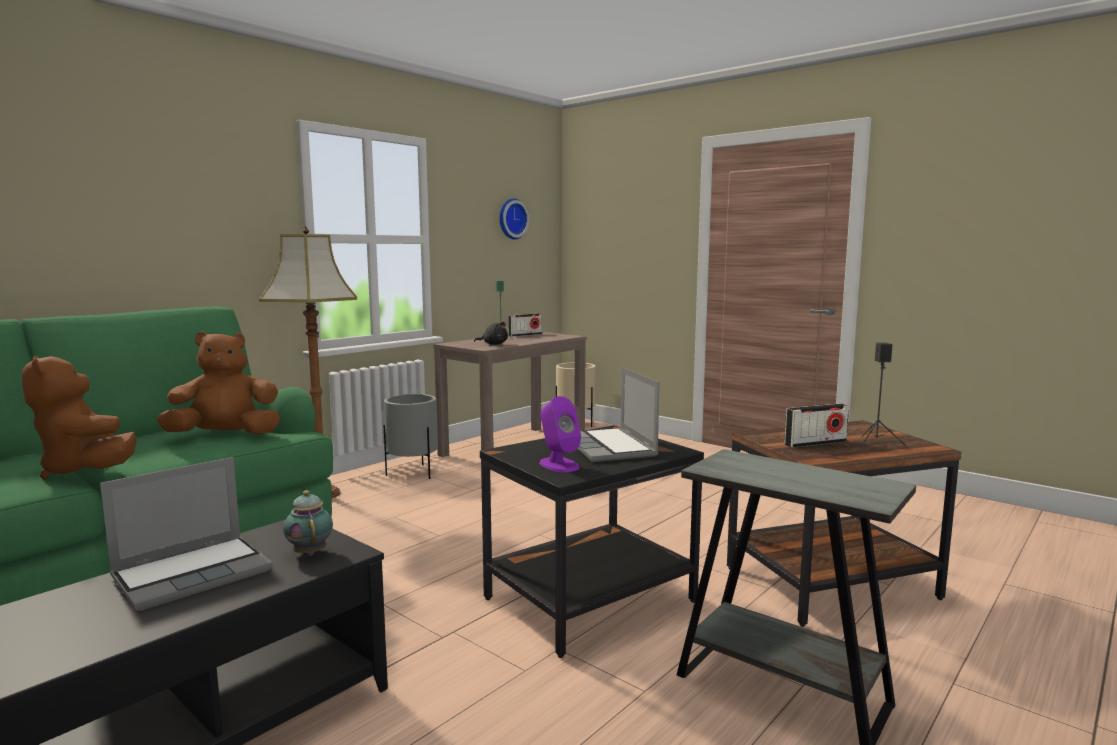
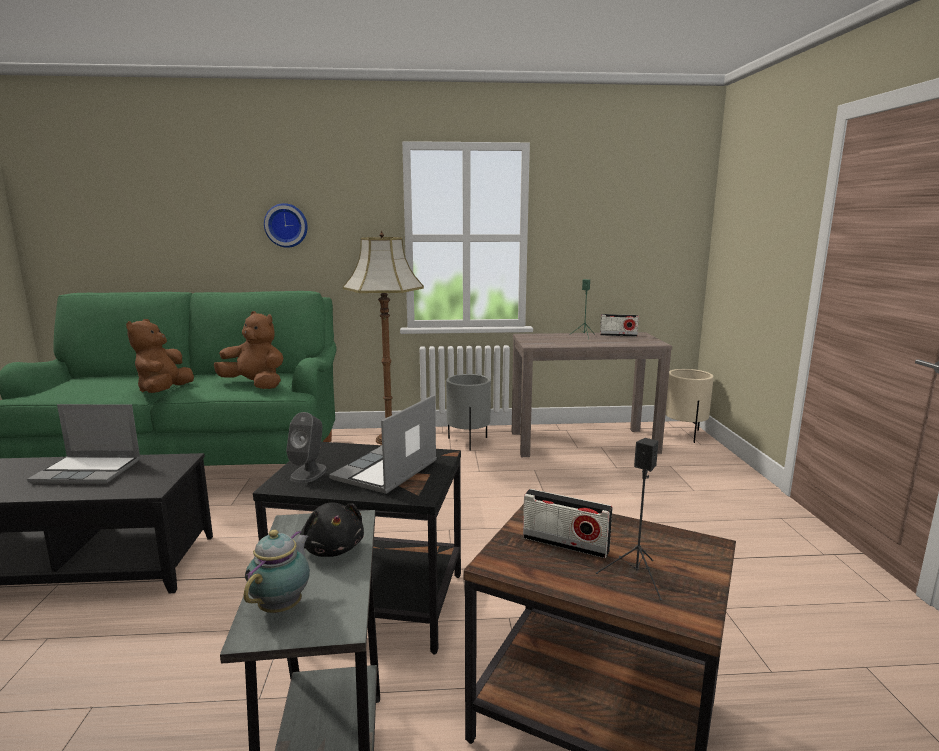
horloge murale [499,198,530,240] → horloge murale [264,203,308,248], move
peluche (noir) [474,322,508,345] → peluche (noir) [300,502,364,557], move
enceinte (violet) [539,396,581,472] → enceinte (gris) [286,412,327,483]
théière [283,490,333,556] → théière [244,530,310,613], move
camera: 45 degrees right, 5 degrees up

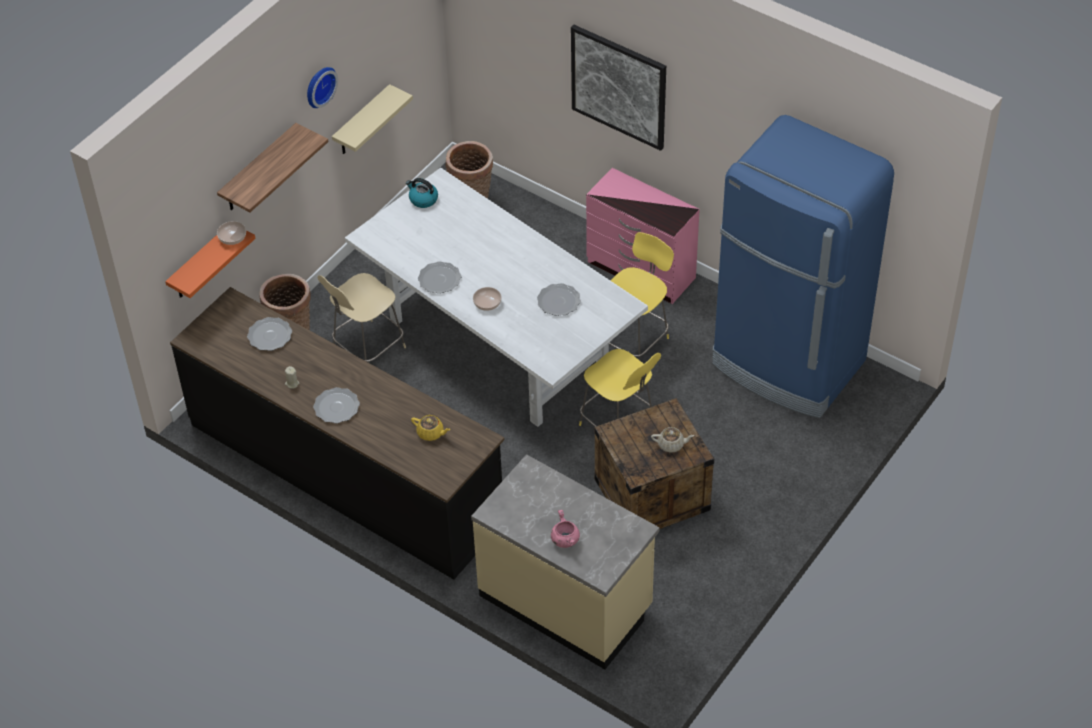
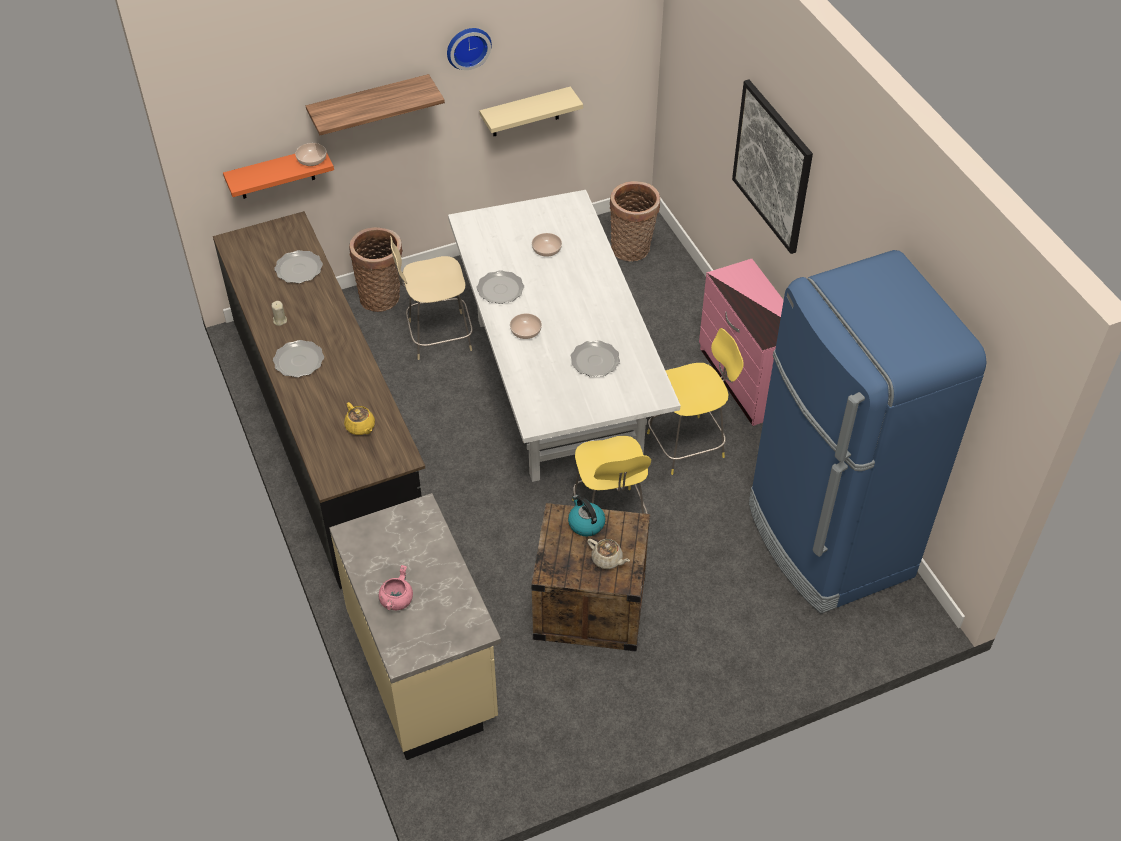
bouilloire [406,178,438,208] → bouilloire [568,495,605,537], move
- → bol [532,233,562,257]
camera: 30 degrees right, 0 degrees up

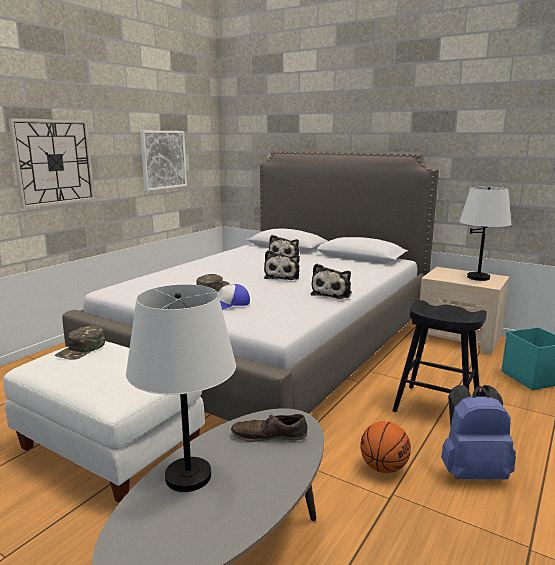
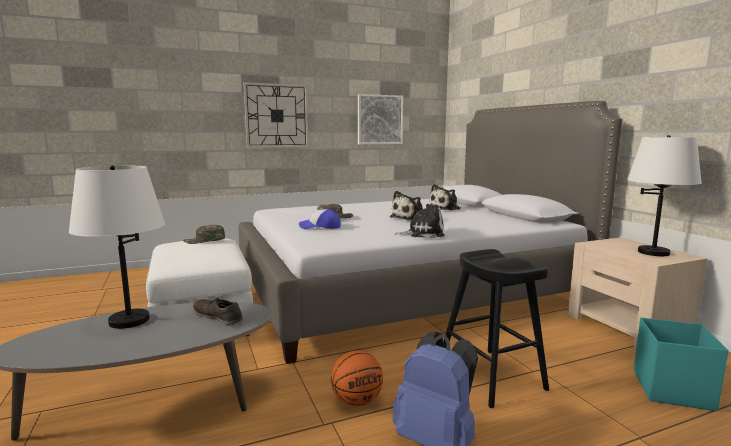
peluche [311,264,352,299] → peluche [395,204,445,238], 150 degrees counterclockwise
camera: 35 degrees right, 5 degrees down

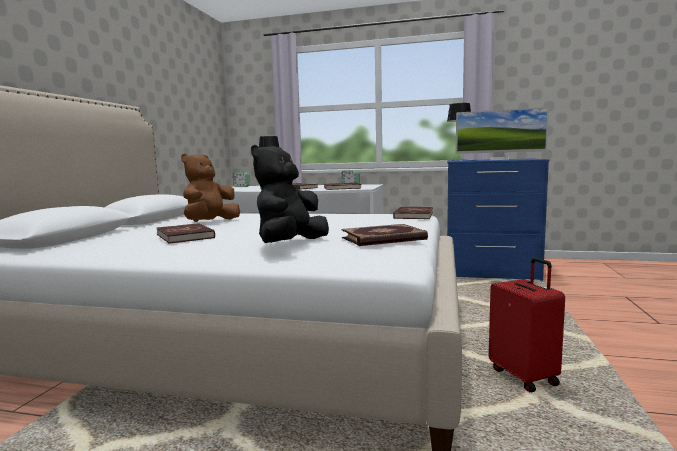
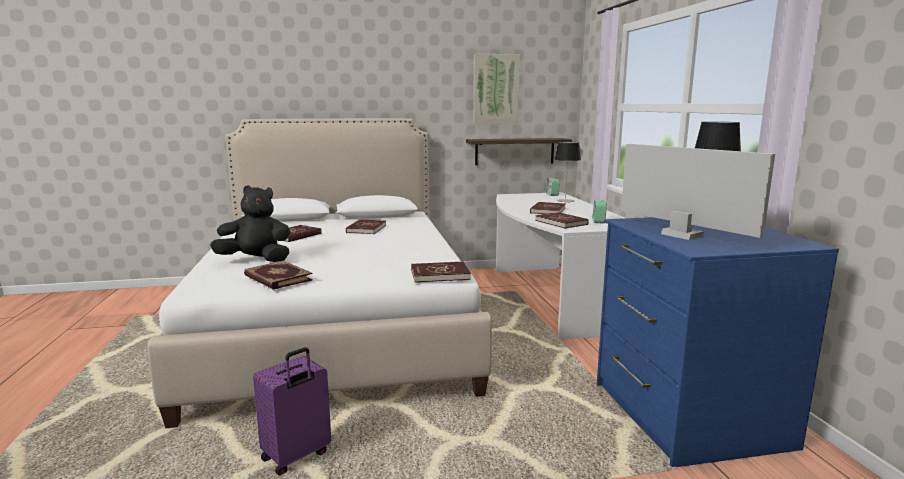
écran d'ordinateur [456,107,549,160] → écran d'ordinateur [621,144,775,240], 150 degrees clockwise
peluche (marron) [181,154,240,222] → livre (rouge) [346,220,386,234]
valise (rouge) [489,258,565,393] → valise (violet) [253,347,331,475]
- → tableau [473,54,520,124]
- → étagère [466,138,572,165]
camera: 65 degrees right, 5 degrees up

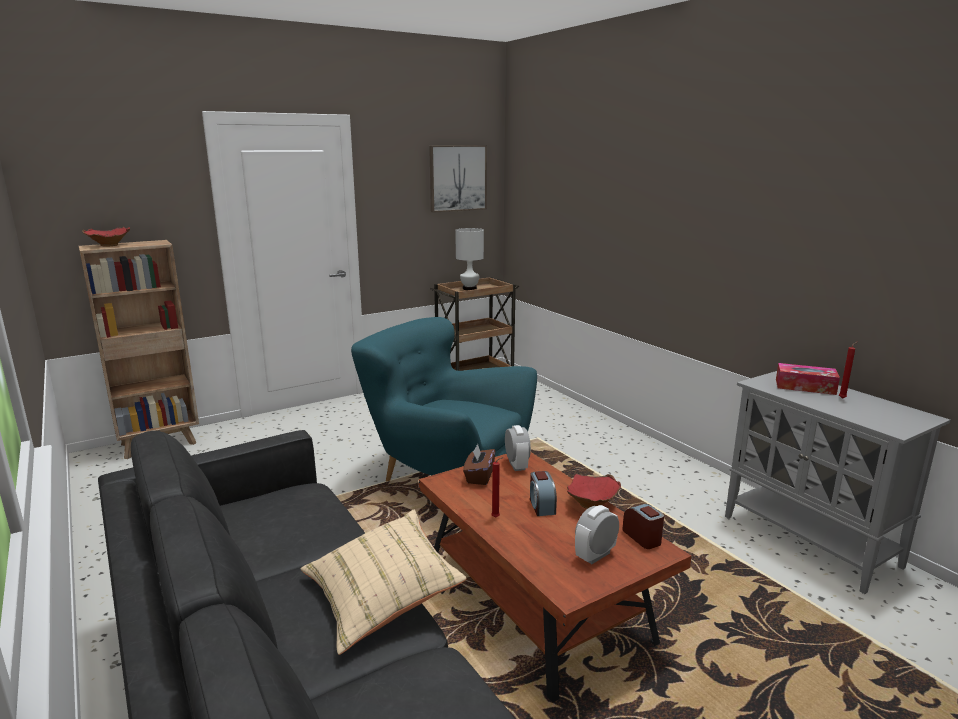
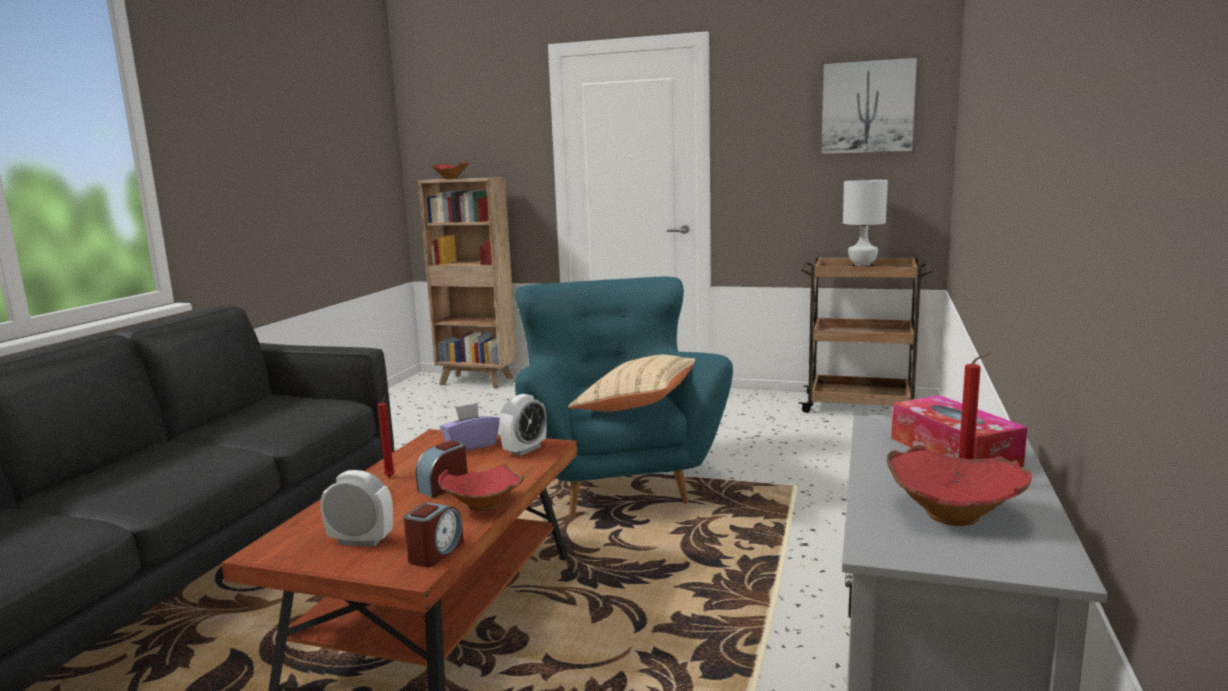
boîte à mouchoirs (marron) [463,444,496,485] → boîte à mouchoirs (violet) [440,403,499,451]
coussin (beige) [300,510,467,655] → coussin (beige) [568,355,695,412], move
- → bol (rouge) [887,445,1032,526]
camera: 50 degrees right, 5 degrees down

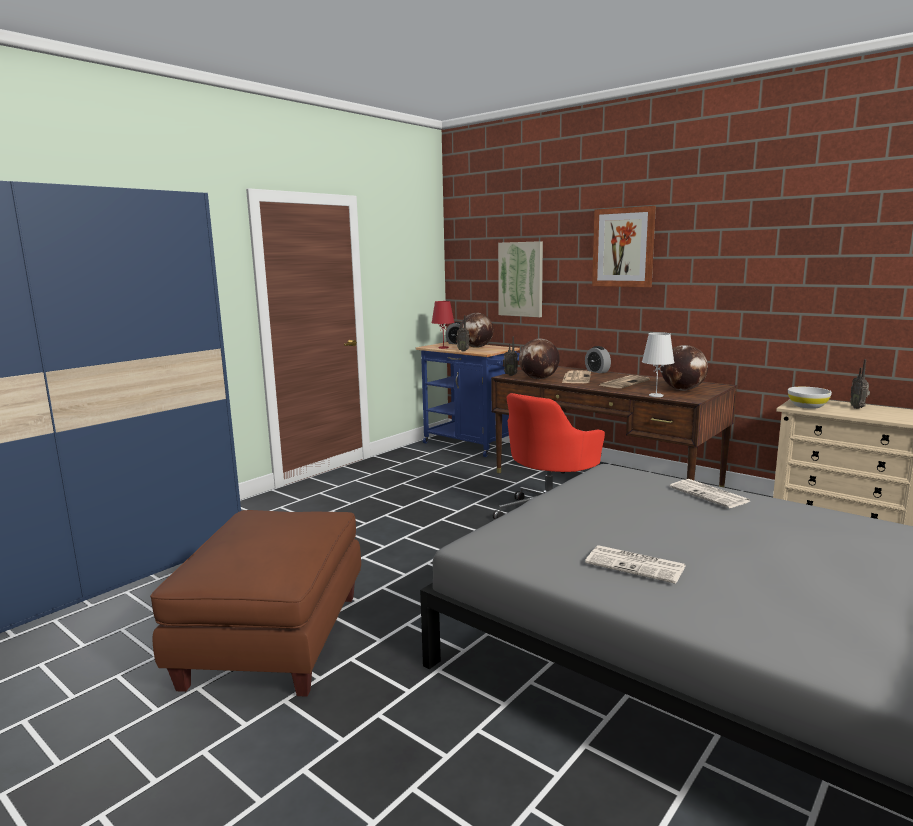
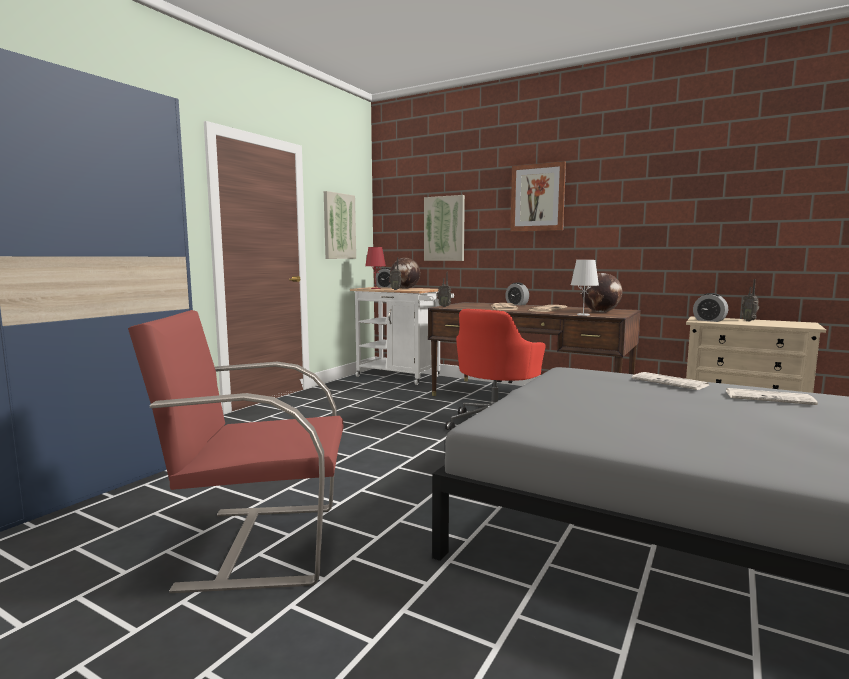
globe [519,338,560,379] → -
chariot (bleu) [416,342,520,457] → chariot (blanc) [350,287,454,385]
bol (blanc) [788,387,832,409] → réveil [693,293,728,322]
pouf (marron) [150,510,361,697] → fauteuil (rouge) [128,310,344,593]
journal [585,545,685,584] → journal [726,388,818,405], move
- → tableau [324,191,356,259]
camera: 10 degrees left, 5 degrees down

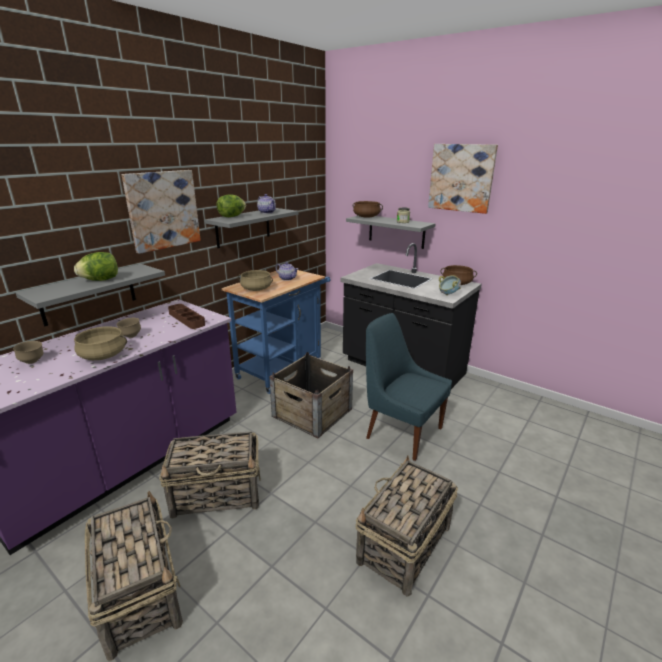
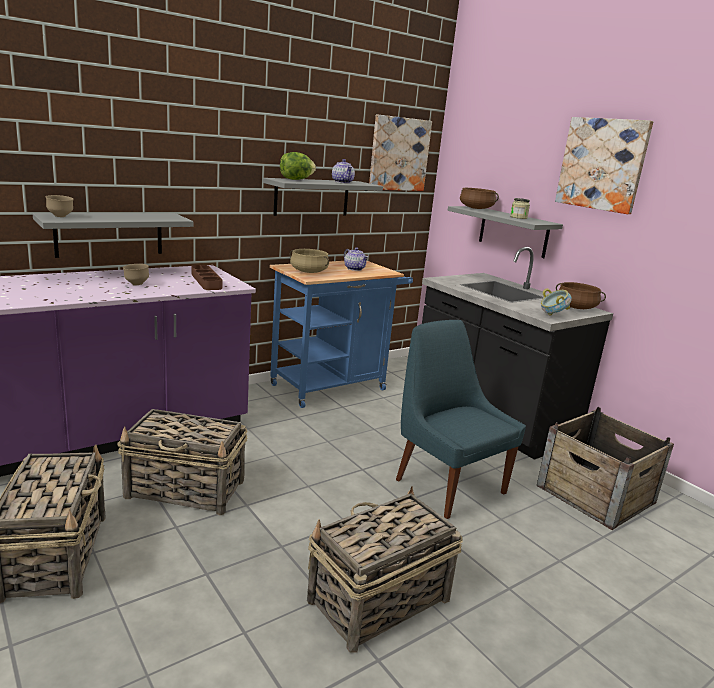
tableau [122,170,201,254] → tableau [369,115,432,191], move
laitue [74,252,118,281] → -
marmite (beige) [74,326,127,360] → -
bol (marron) [13,341,43,364] → bol (marron) [46,195,74,217], move
caisse [269,352,353,438] → caisse [537,407,674,530], move
camera: 15 degrees right, 5 degrees down

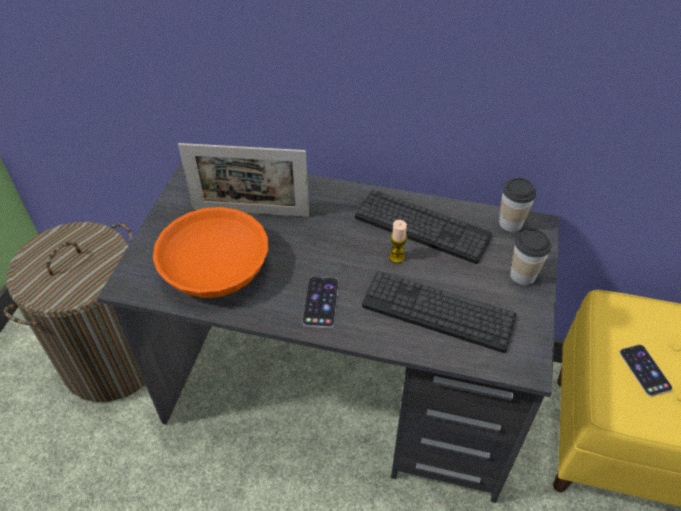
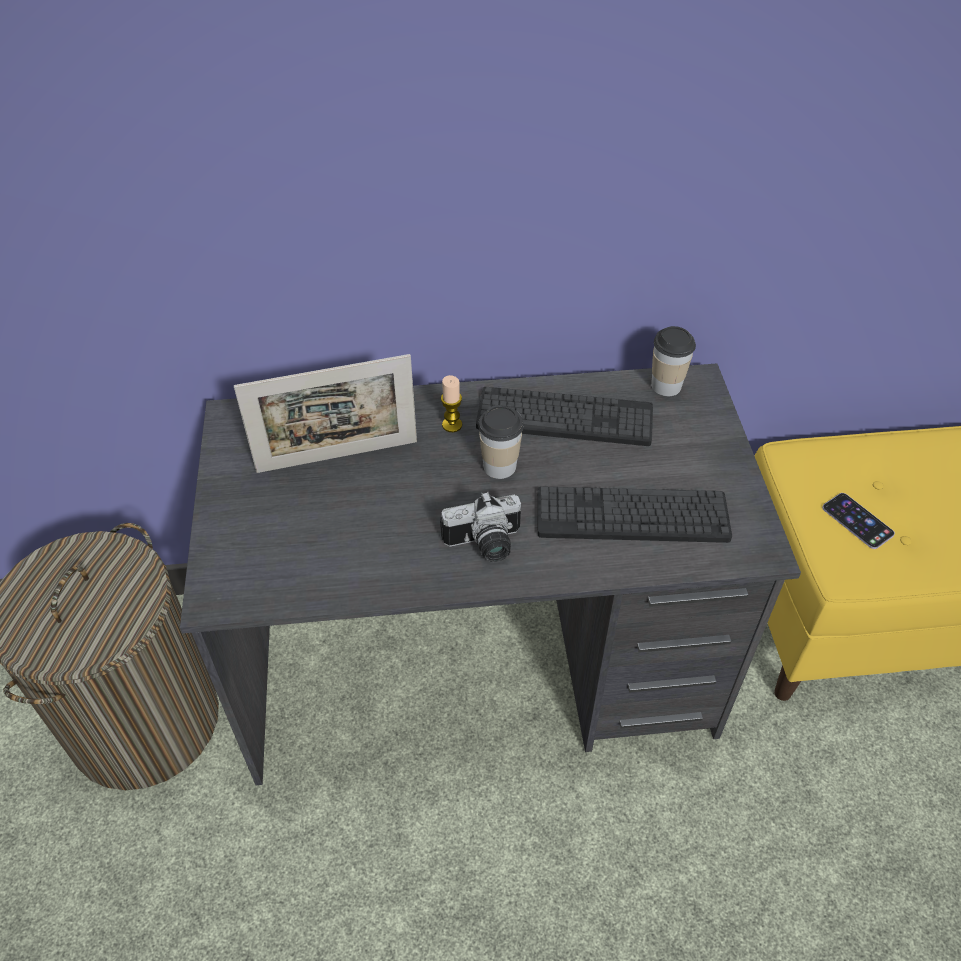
bol (orange) [153,207,268,298] → -
bougie [389,220,407,263] → bougie [441,375,462,432], move
tasse [510,228,552,285] → tasse [478,405,523,479], move
téléphone [303,276,339,328] → appareil photo [440,492,521,562]
camera: 20 degrees left, 0 degrees up

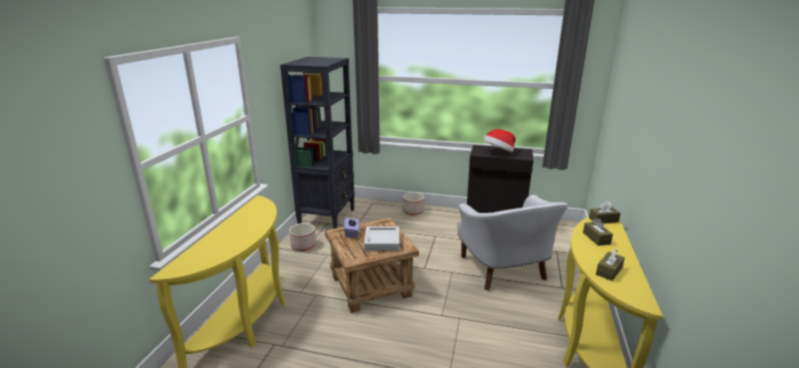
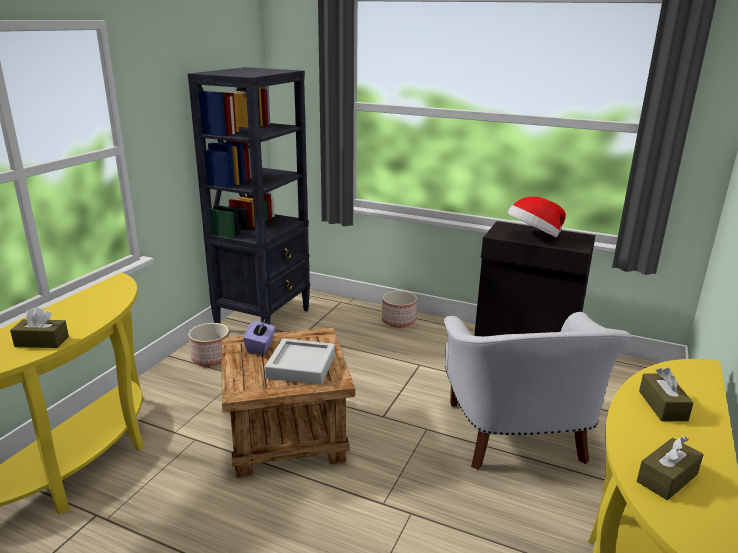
boîte à mouchoirs (marron) [589,201,621,224] → boîte à mouchoirs (marron) [10,307,69,348], move
camera: 10 degrees right, 0 degrees up

